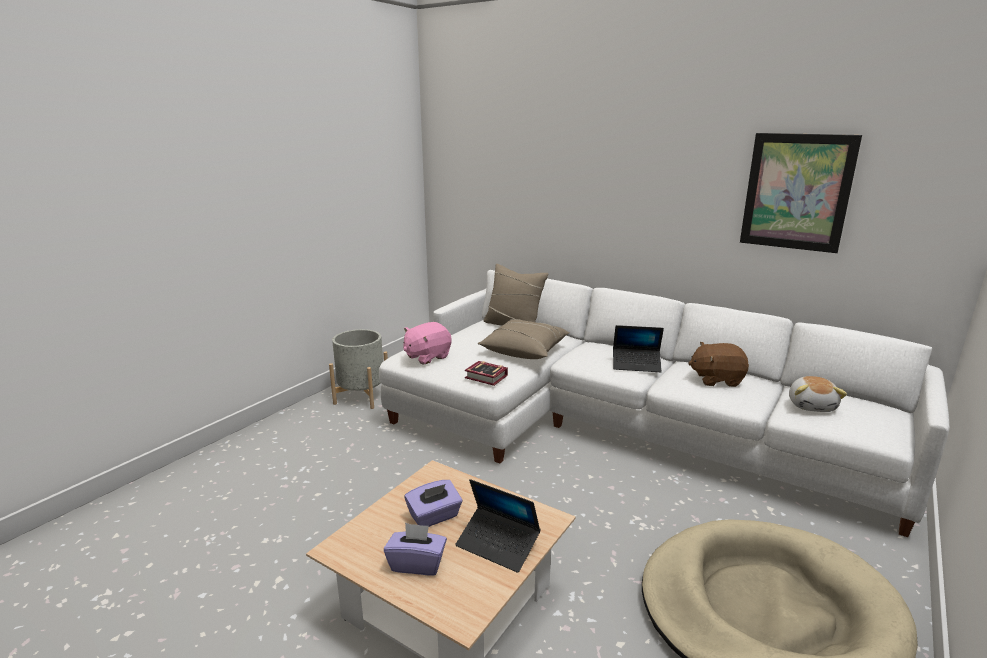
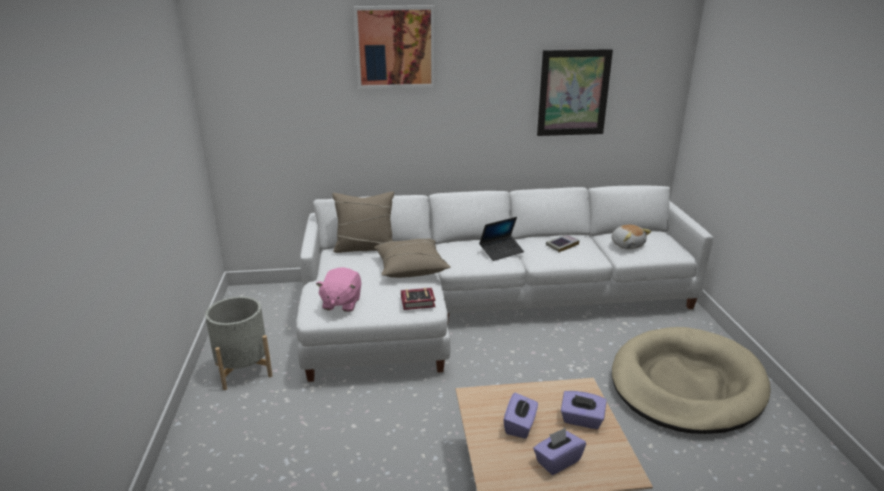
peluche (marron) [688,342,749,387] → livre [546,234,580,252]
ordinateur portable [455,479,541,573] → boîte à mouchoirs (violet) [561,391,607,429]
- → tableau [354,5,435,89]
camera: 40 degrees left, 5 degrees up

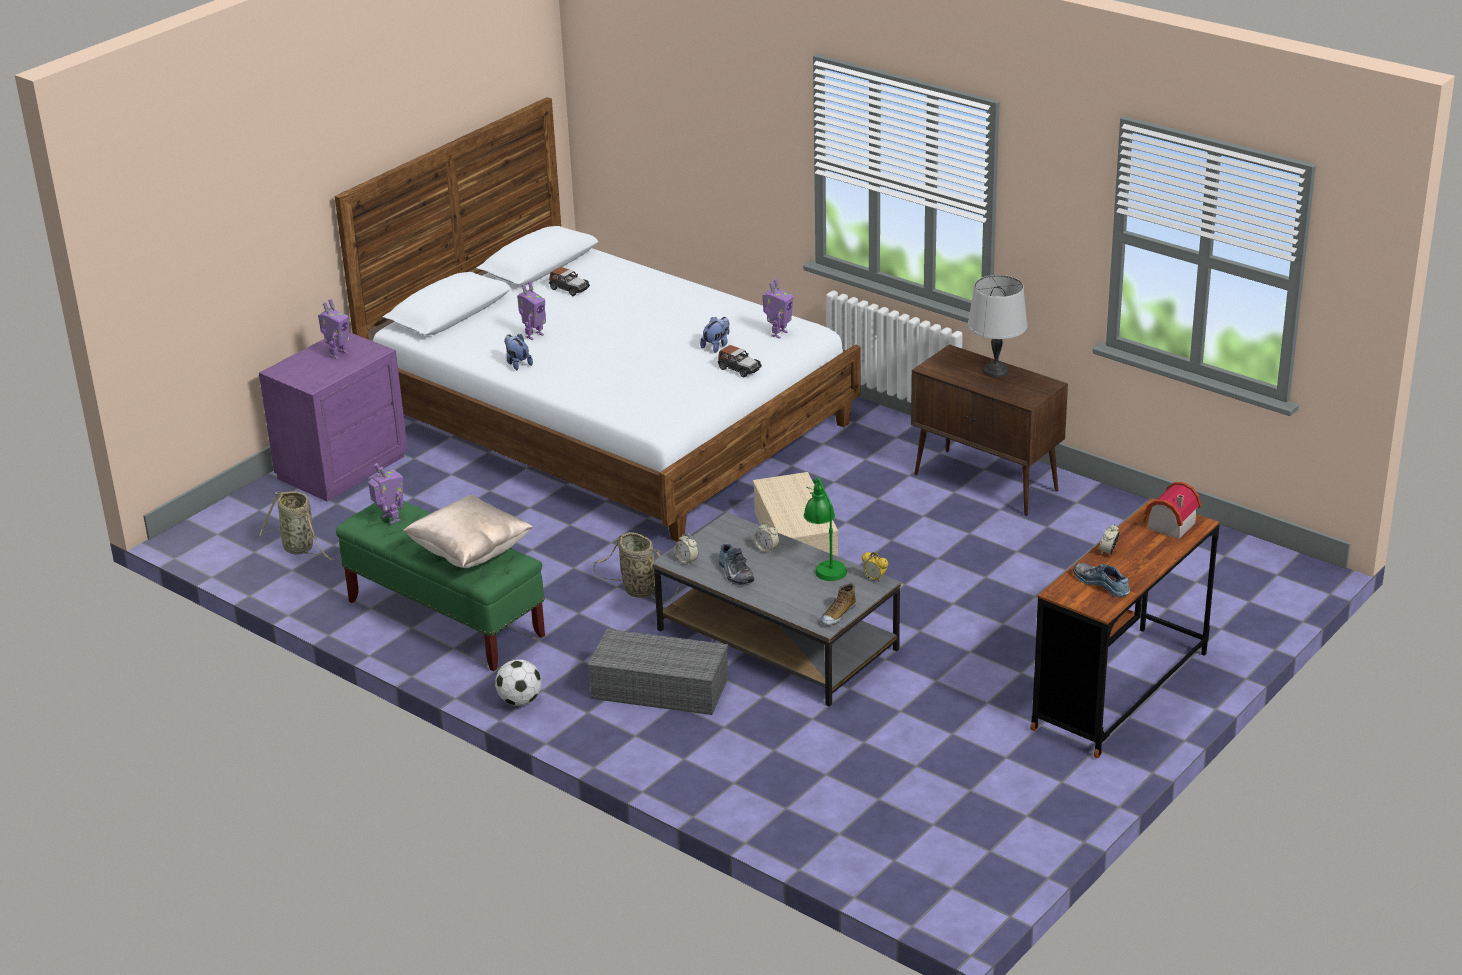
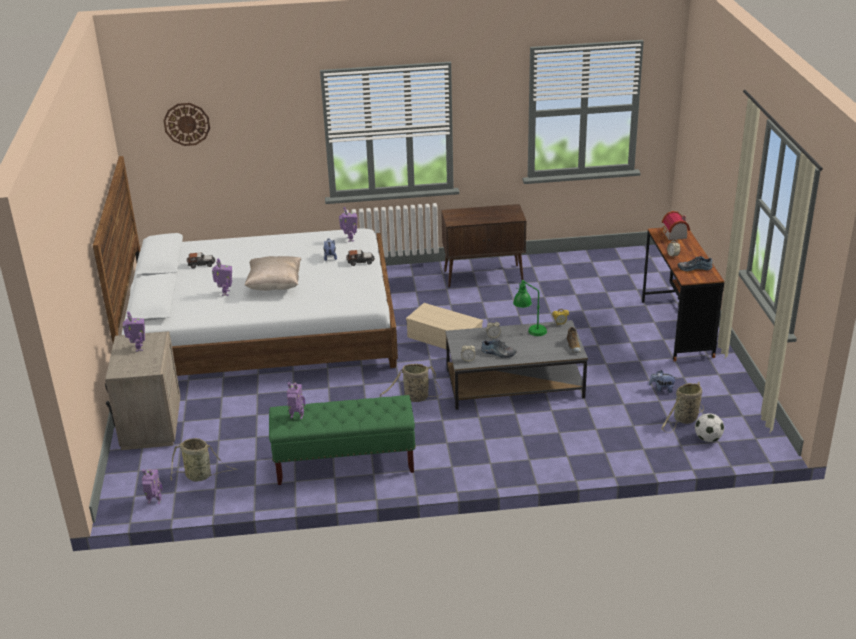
lampe de table (gris) [968,275,1028,377] → -
table de chevet (violet) [259,332,408,501] → table de chevet (beige) [105,331,181,450]
peluche [504,334,533,370] → peluche [649,370,675,393], move
coussin (beige) [403,495,533,568] → coussin (beige) [244,256,302,291], move
boîte de rangement (gris) [588,629,728,715] → -
ballon de foot [495,660,542,706] → ballon de foot [695,413,724,442], move
- → horloge murale [163,103,210,146]
- → panier [661,382,704,433]
- → robot jouet [142,469,163,504]
camera: 45 degrees left, 0 degrees up

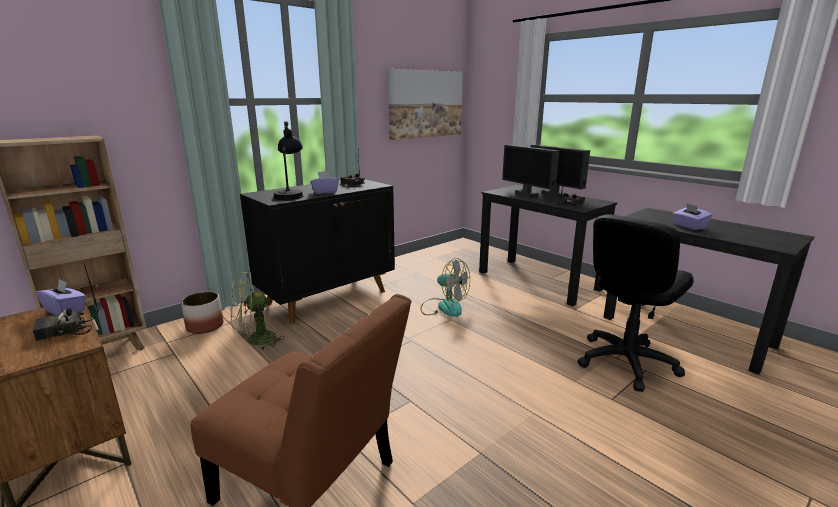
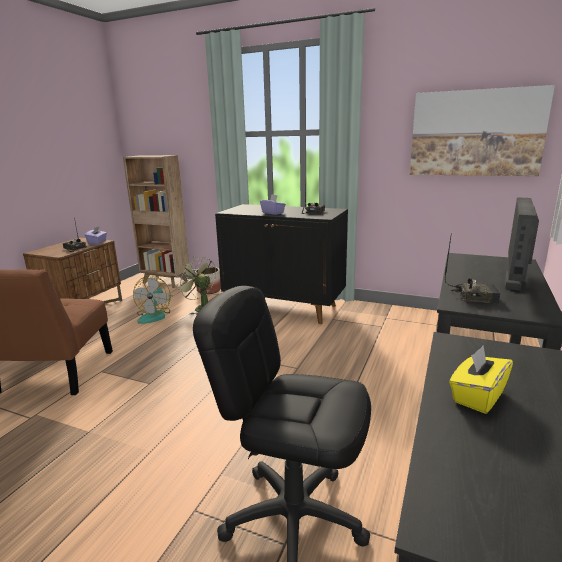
lampe de table (noir) [273,121,303,200] → -
écran d'ordinateur [502,145,559,198] → -
boîte à mouchoirs (violet) [673,203,712,230] → boîte à mouchoirs (jaune) [449,346,513,414]
ventilateur [420,258,470,317] → ventilateur [133,276,171,324], move
camera: 65 degrees right, 0 degrees up

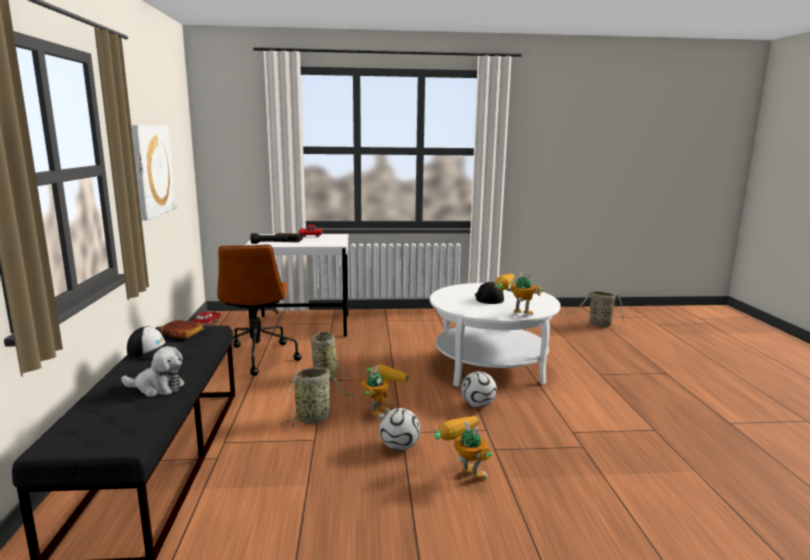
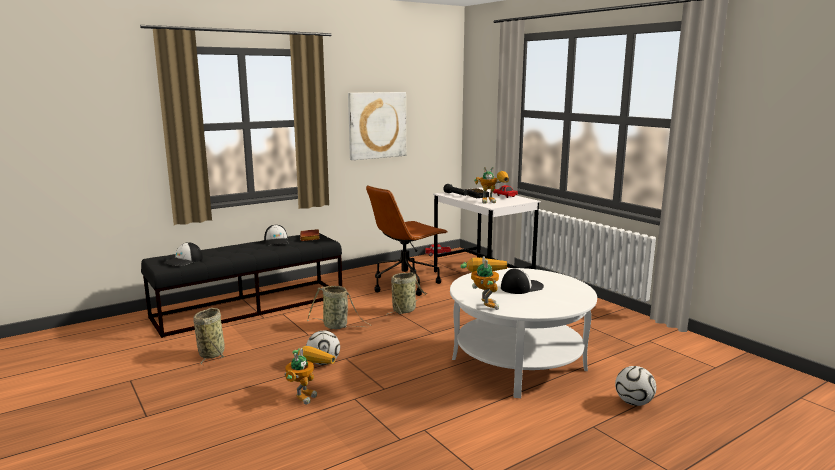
panier [566,291,625,327] → panier [193,308,225,364], move
peluche [121,346,185,397] → -
robot jouet [361,364,409,420] → robot jouet [474,167,509,203], move
ballon de foot [461,371,497,408] → ballon de foot [615,366,657,406], move
- → casquette [163,242,203,266]
camera: 60 degrees right, 0 degrees up

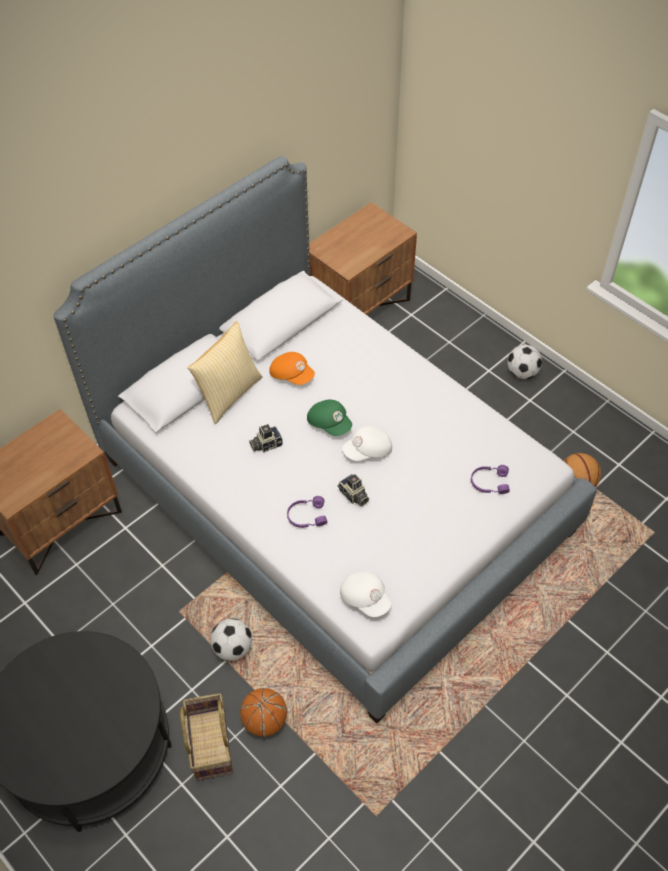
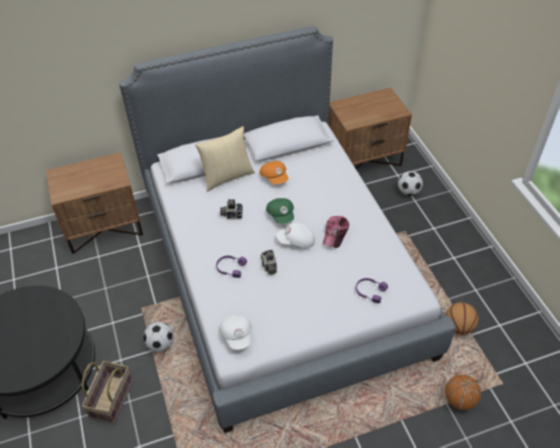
ballon de foot [507,345,542,379] → ballon de foot [398,171,423,196], move
ballon de basket [240,688,287,737] → ballon de basket [445,375,481,410], move
- → casquette [323,216,349,248]
camera: 25 degrees right, 5 degrees down

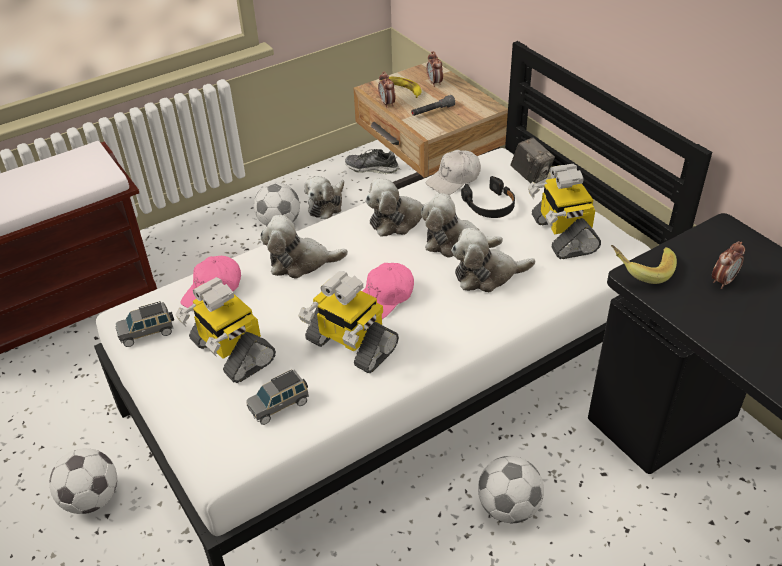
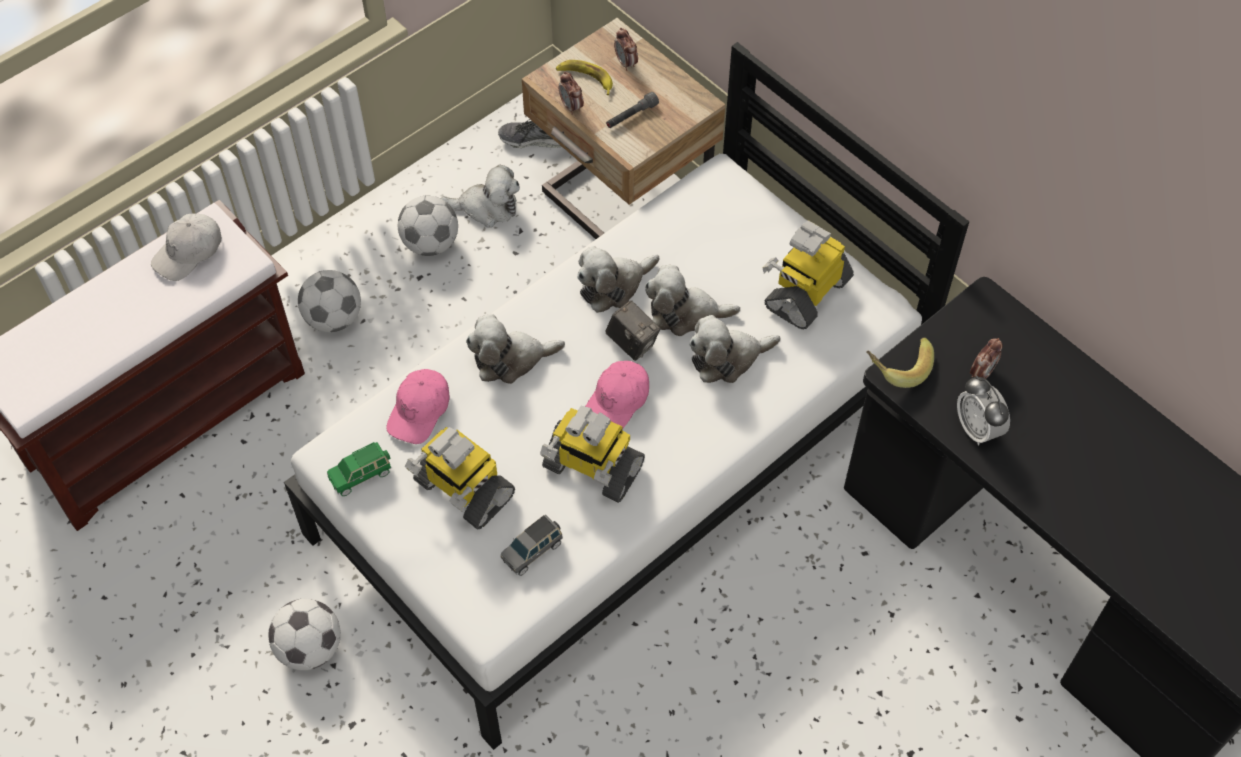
appareil photo [511,137,555,183] → appareil photo [605,300,661,361], move
casquette (blanc) [425,150,481,195] → casquette (blanc) [151,214,221,281], move
robot jouet [528,164,601,259] → robot jouet [763,220,854,329], 60 degrees clockwise
peluche [304,176,344,219] → peluche [441,165,520,228], 105 degrees counterclockwise
casque audio (noir) [461,176,515,218] → -
petite voiture (gris) [116,301,174,347] → petite voiture (vert) [327,442,391,496]
ballon de foot [478,456,544,523] → ballon de foot [298,270,361,332], move
- → réveil [957,376,1010,445]
camera: 10 degrees left, 15 degrees up

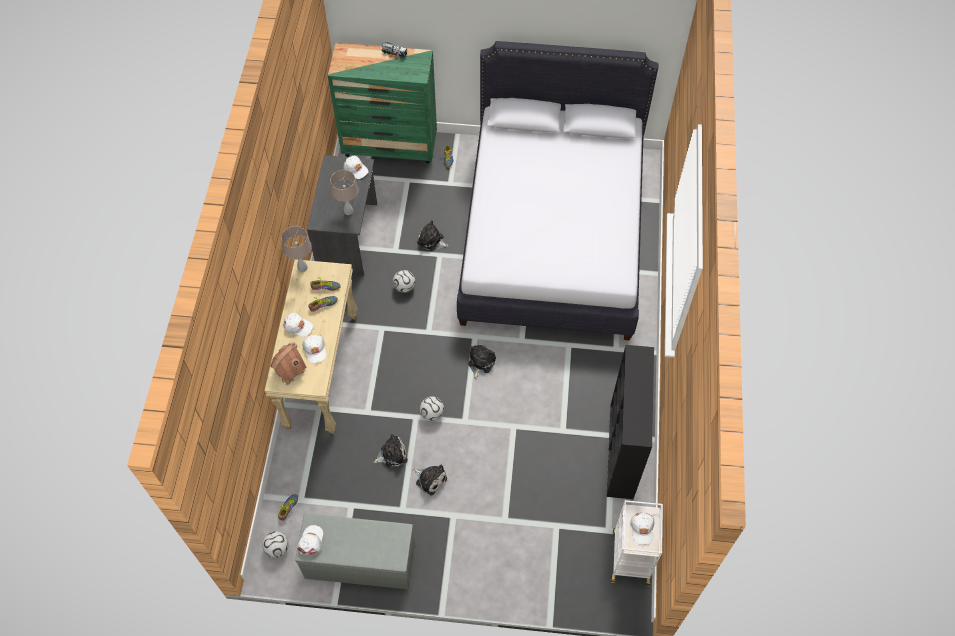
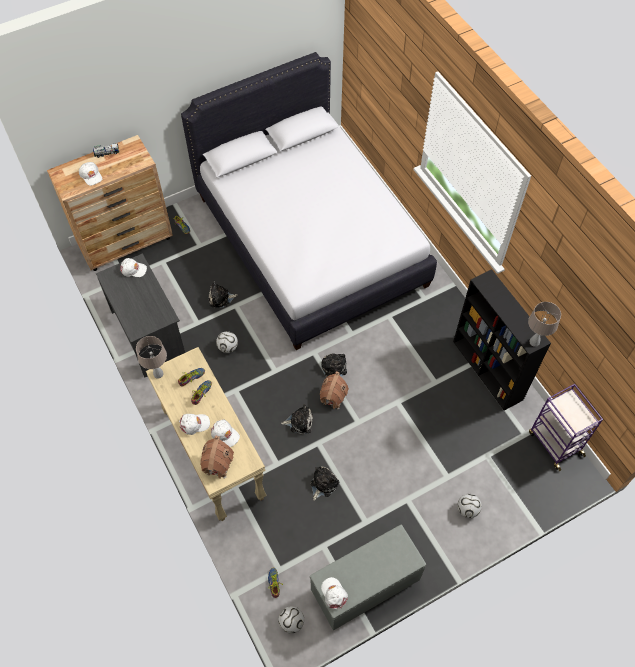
commode (vert) [328,43,437,163] → commode (marron) [47,135,173,271]
lampe de table (beige) [331,170,358,215] → lampe de table (beige) [528,302,561,347], move
ballon de foot [420,396,444,421] → ballon de foot [457,494,482,518], move
peluche [413,465,447,496] → peluche [281,404,313,434], move
chariot (blanc) [611,500,663,588] → chariot (violet) [529,384,603,471]
casquette (blanc) [630,512,654,545] → casquette (blanc) [79,162,102,186], move
- → maison miniature [320,371,349,409]
camera: 35 degrees left, 0 degrees up

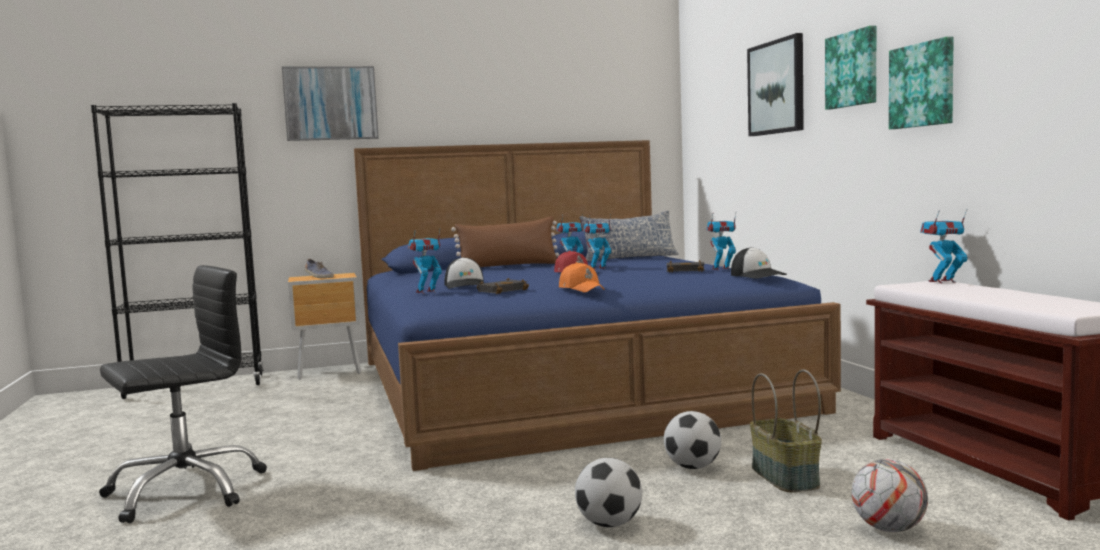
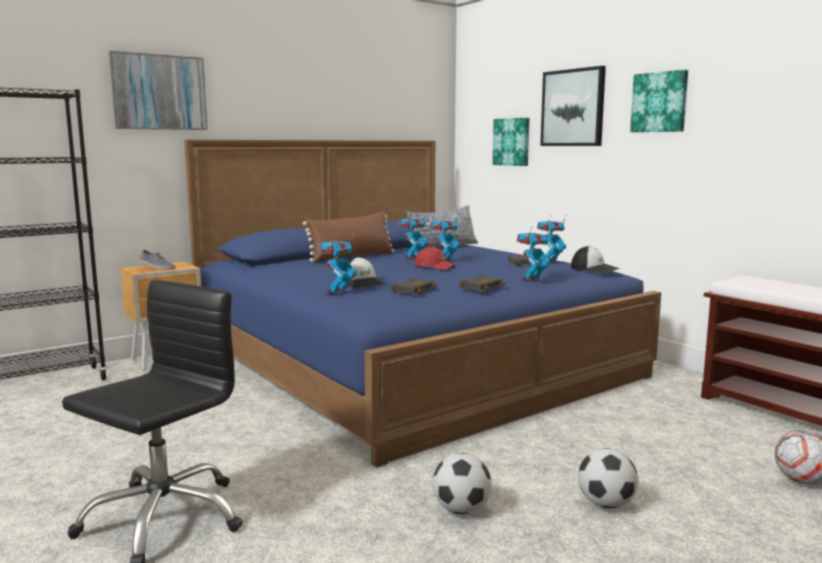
tableau [889,37,954,129] → tableau [493,118,530,166], move
robot jouet [920,210,967,283] → robot jouet [517,225,551,282], move
casquette (orange) [559,262,604,292] → livre (noir) [459,275,505,292]
panier [750,370,822,492] → -
ballon de foot [664,411,721,469] → ballon de foot [433,453,492,514], move
camera: 20 degrees left, 5 degrees up

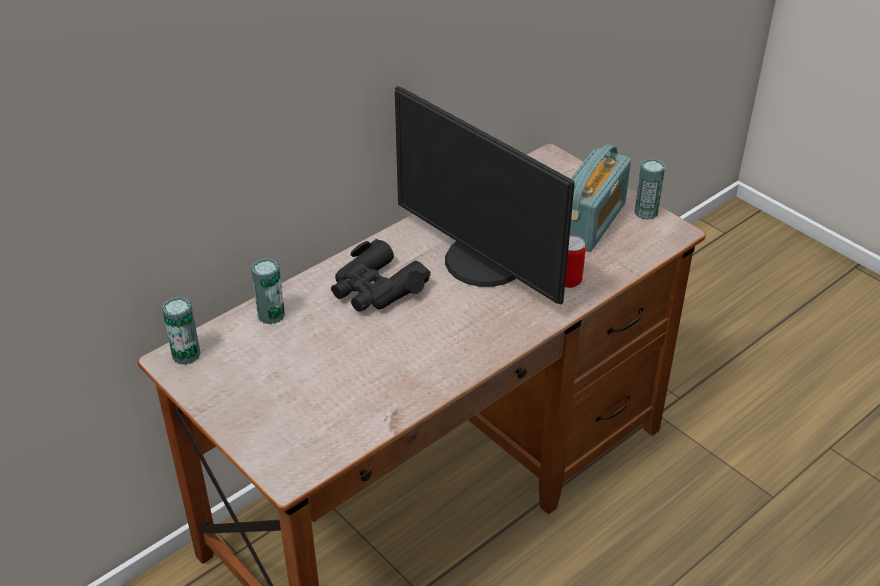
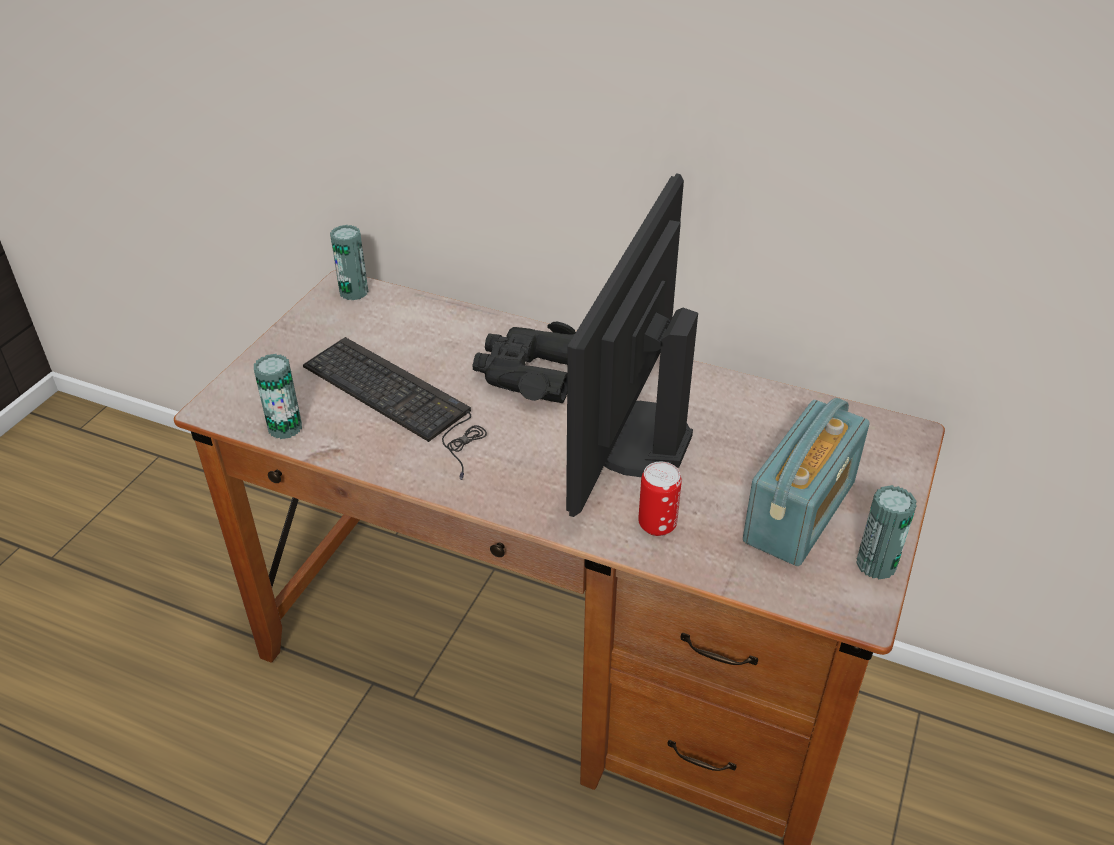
radio [570,144,631,252] → radio [743,398,870,566], 60 degrees counterclockwise
boîte métallique [251,258,285,324] → boîte métallique [254,354,302,439], move
- → clavier [303,337,487,480]
camera: 65 degrees right, 0 degrees up

